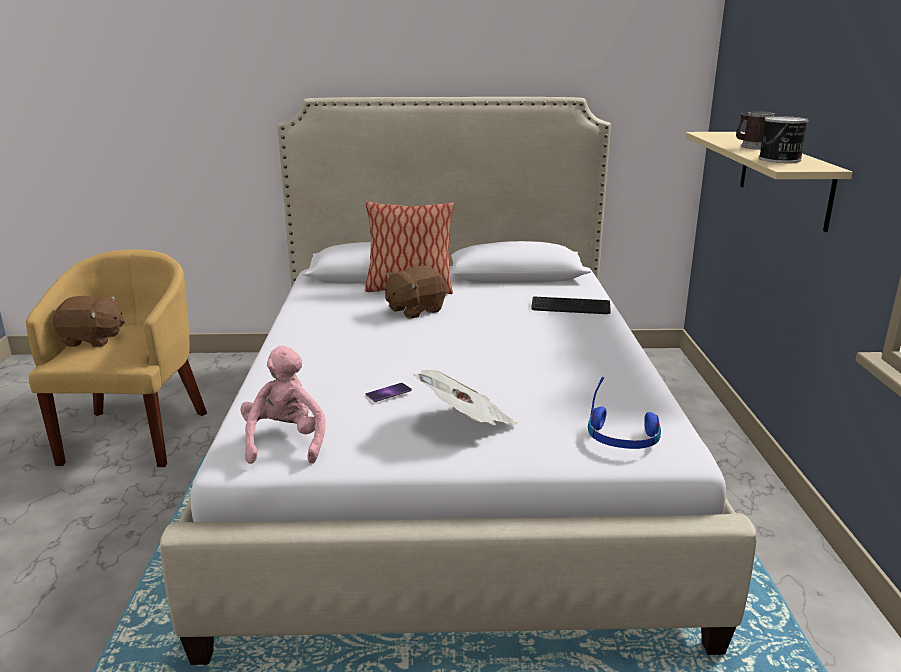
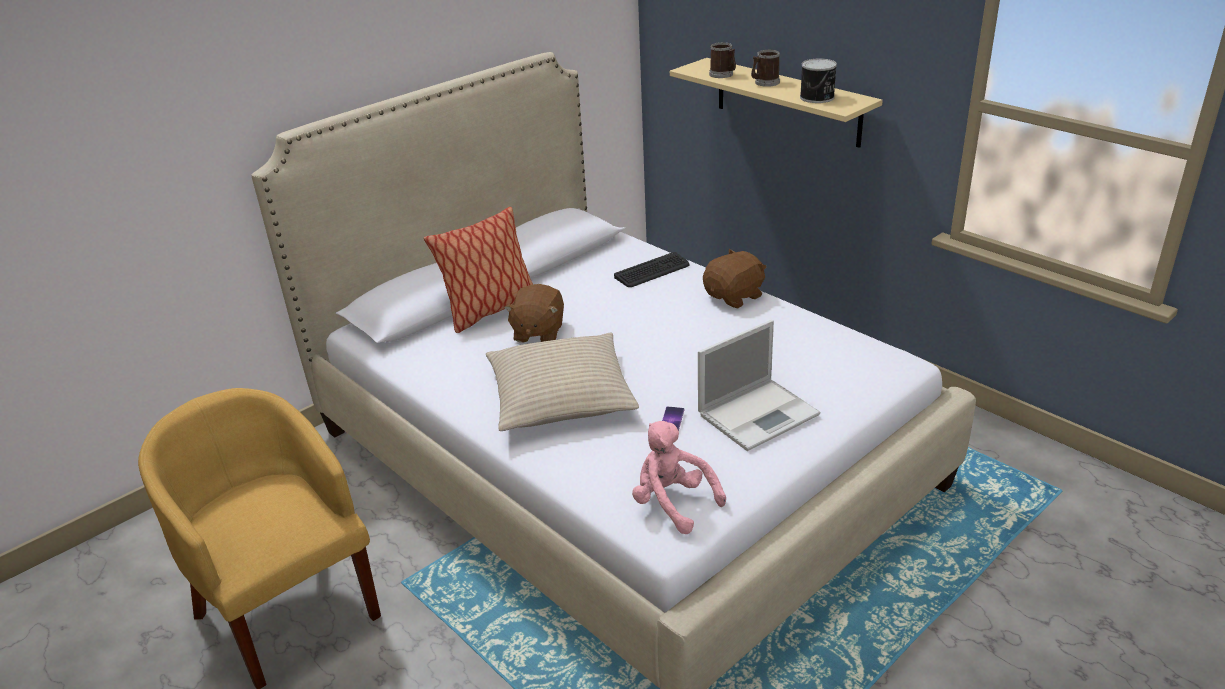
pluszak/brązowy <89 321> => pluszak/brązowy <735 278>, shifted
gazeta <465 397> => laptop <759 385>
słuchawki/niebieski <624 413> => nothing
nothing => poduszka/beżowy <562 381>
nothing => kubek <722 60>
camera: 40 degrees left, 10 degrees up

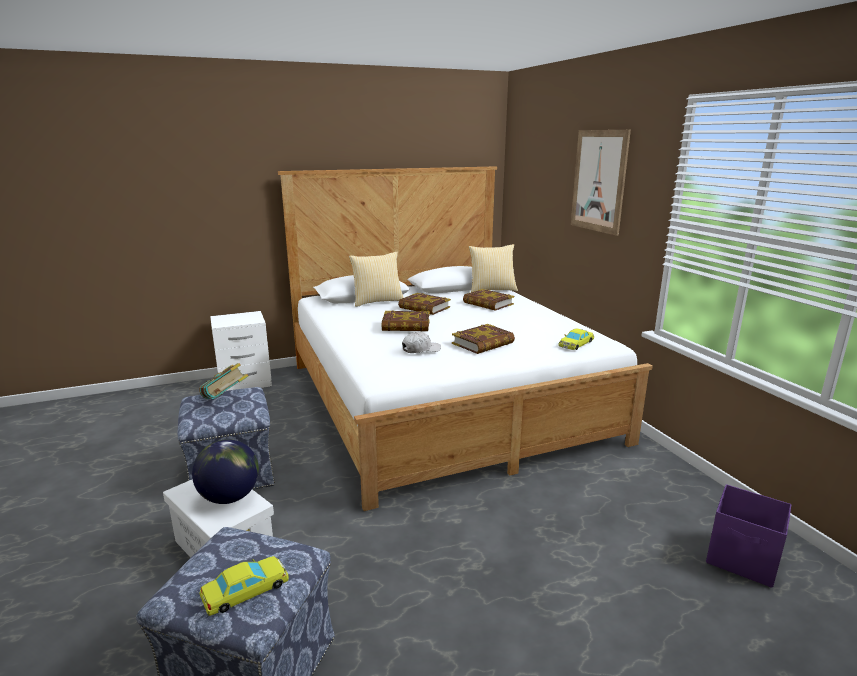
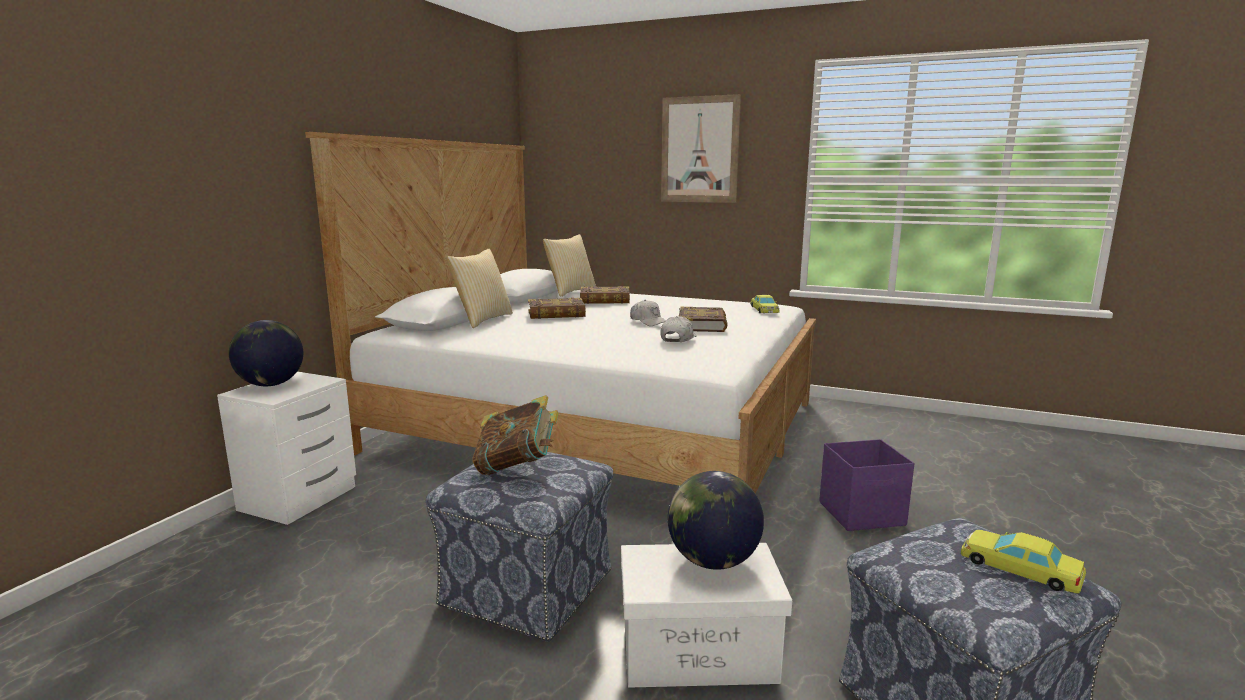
samochodzik/żółty <244 586> => samochodzik/żółty <1023 562>, 60 degrees counterclockwise
książka <406 320> => nothing
pojemnik do przechowywania/fioletowy <749 536> => pojemnik do przechowywania/fioletowy <866 485>, shifted
nothing => globus <266 353>
nothing => czapka z daszkiem/biały <648 313>
camera: 45 degrees left, 5 degrees down

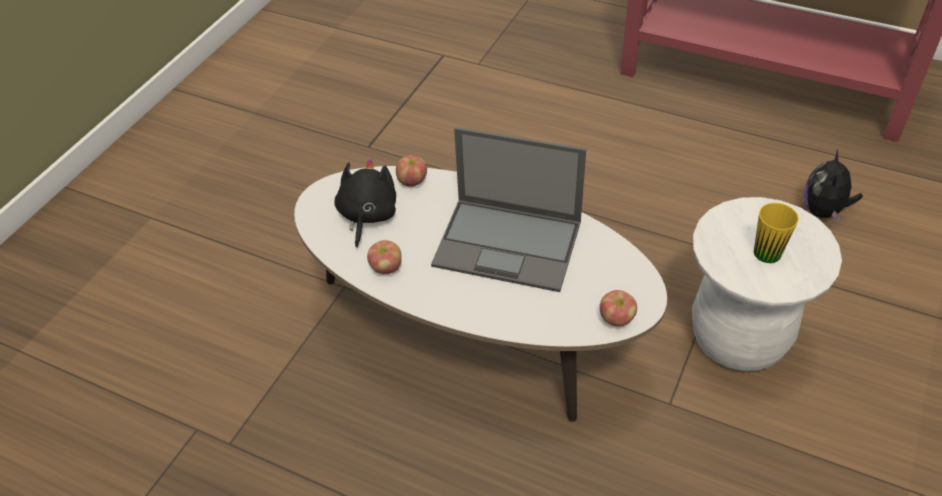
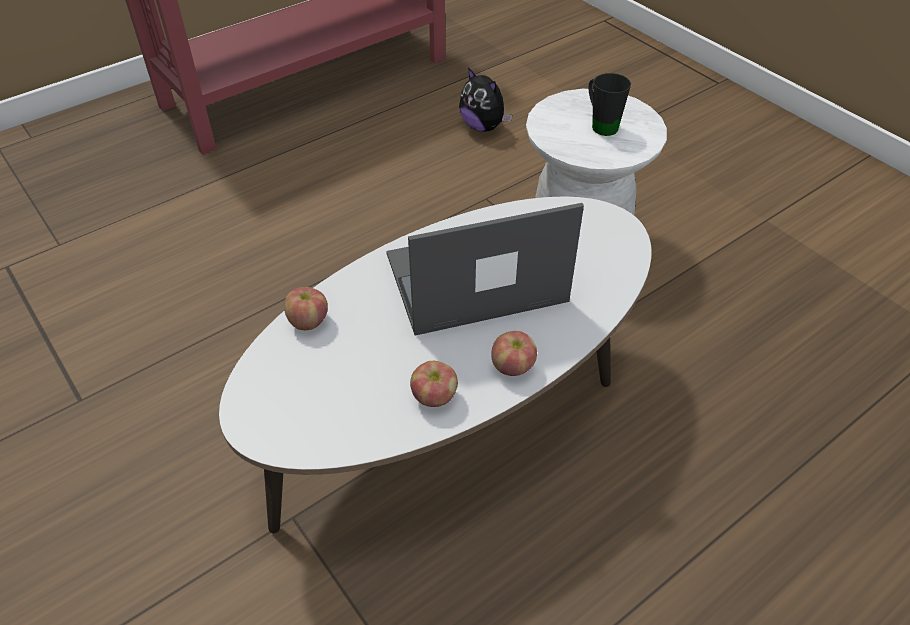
pluszak/czarny <365 203> => nothing
laptop <508 209> => laptop <485 269>, 150 degrees counterclockwise
jabłko <618 308> => jabłko <514 353>, shifted
kubek/żółty <776 233> => kubek/czarny <609 104>
camera: 65 degrees left, 0 degrees up

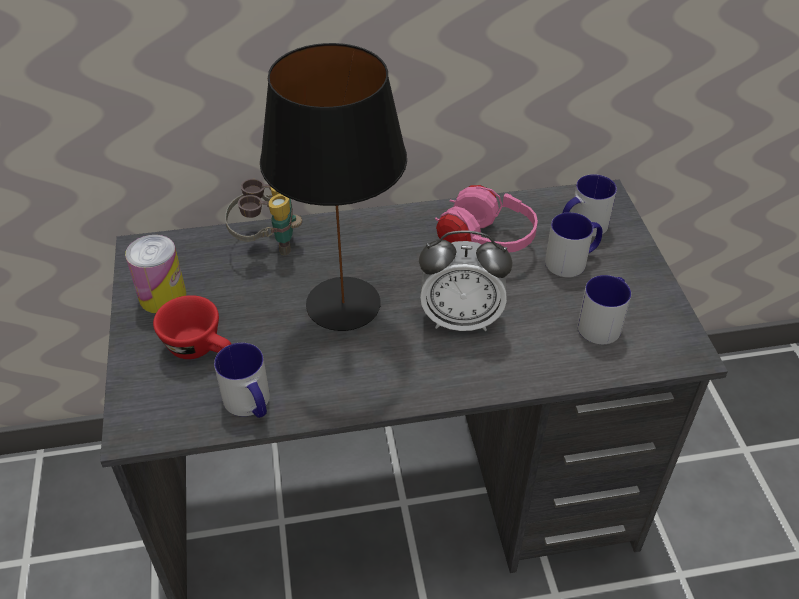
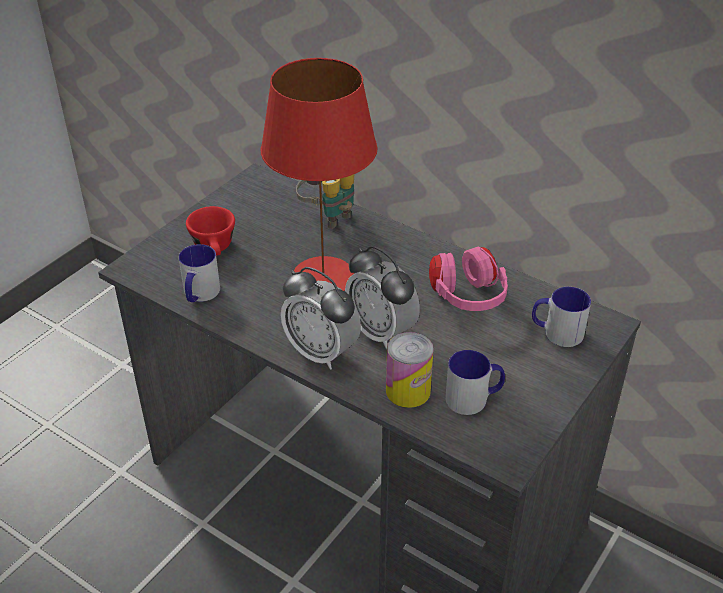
puszka <156 274> => puszka <410 370>, shifted
lampa stołowa/czarny <333 187> => lampa stołowa/czerwony <319 174>
kubek <573 244> => nothing
nothing => budzik <320 318>
camera: 45 degrees right, 5 degrees down

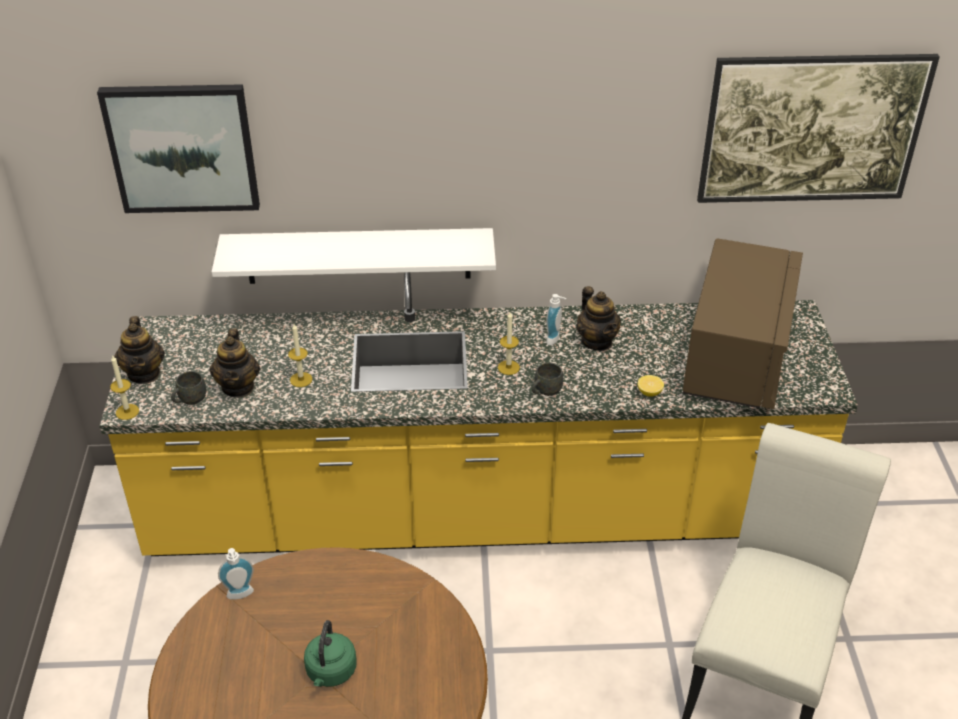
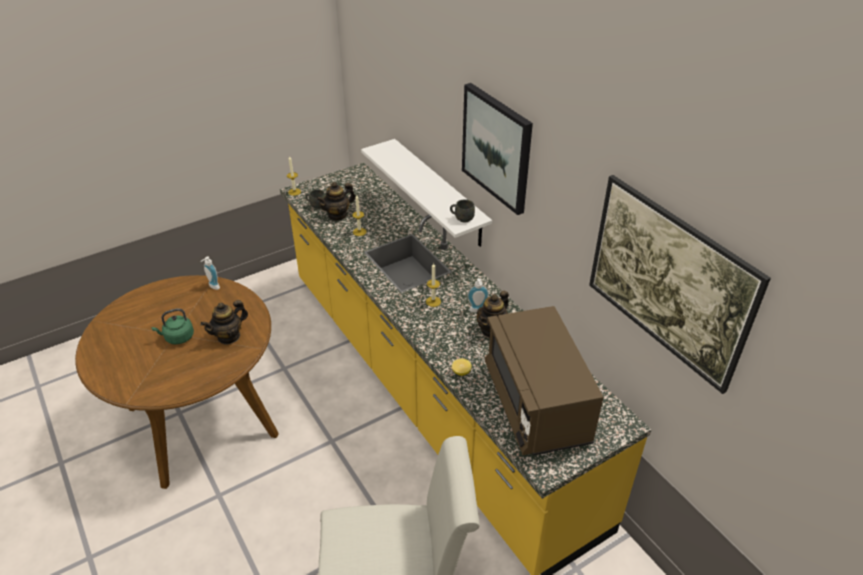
obraz <178 148> => obraz <497 149>, shifted
imbryk <139 350> => imbryk <224 322>, shifted
kubek/szary <547 379> => kubek/szary <462 210>, shifted
mikrofalówka/brązowy <743 323> => mikrofalówka/brązowy <544 380>, 90 degrees clockwise
camera: 60 degrees right, 0 degrees up

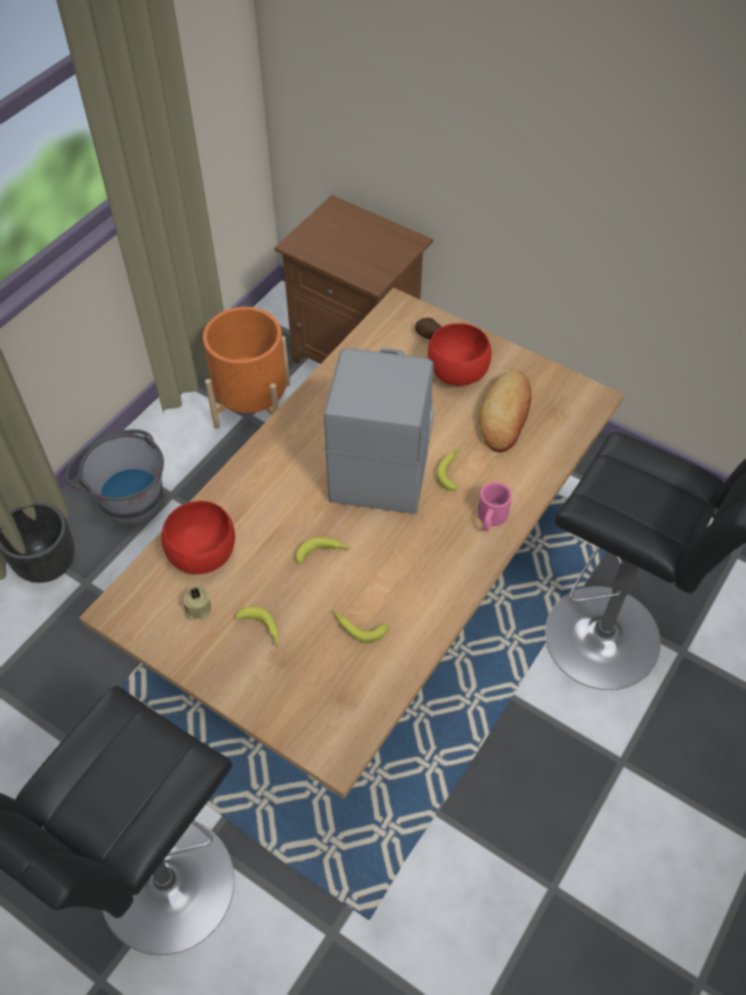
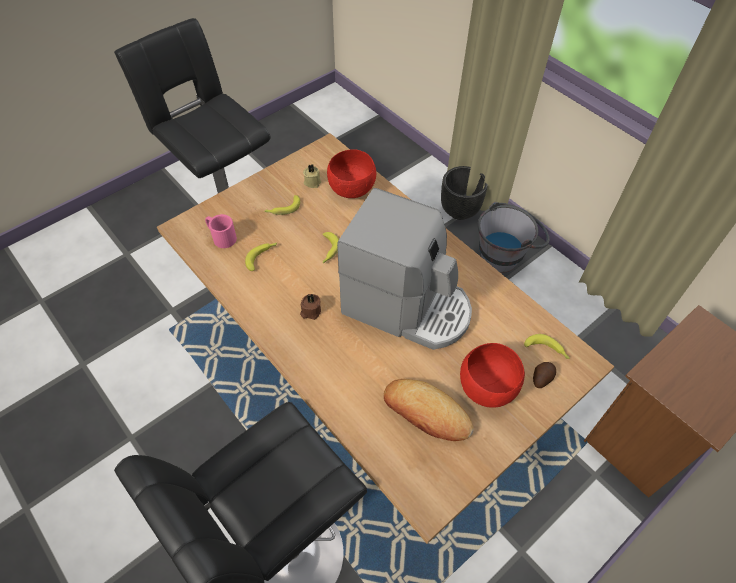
donica/pomarańczowy <246 368> => nothing
banan <448 469> => banan <547 346>, shifted
kubek/różowy <495 506> => kubek/różowy <221 231>, shifted
nothing => świeca/brązowy <310 307>
camera: 105 degrees right, 0 degrees up

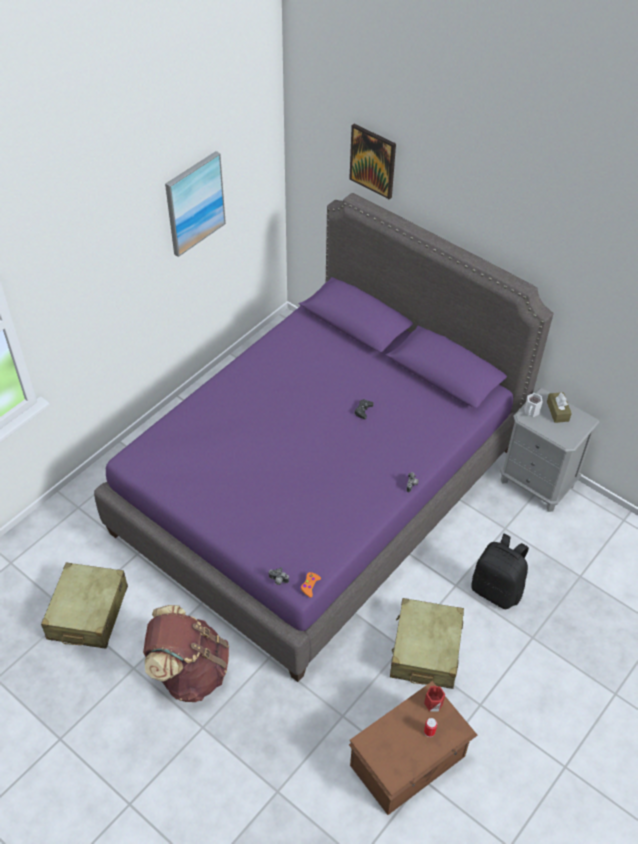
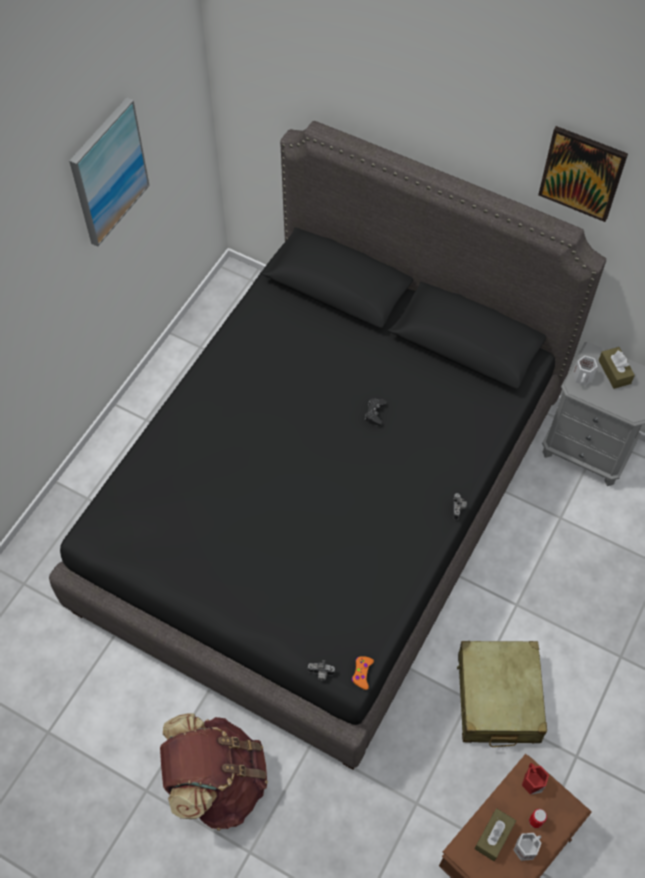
walizka/beżowy <84 605> => nothing
łóżko/fioletowy <324 437> => łóżko/czarny <327 445>
obraz <372 162> => obraz <583 174>, shifted
plecak/czarny <500 571> => nothing
nothing => pudełko chusteczek/brązowy <495 834>
nothing => kubek/biały <527 847>
camera: 10 degrees left, 10 degrees up

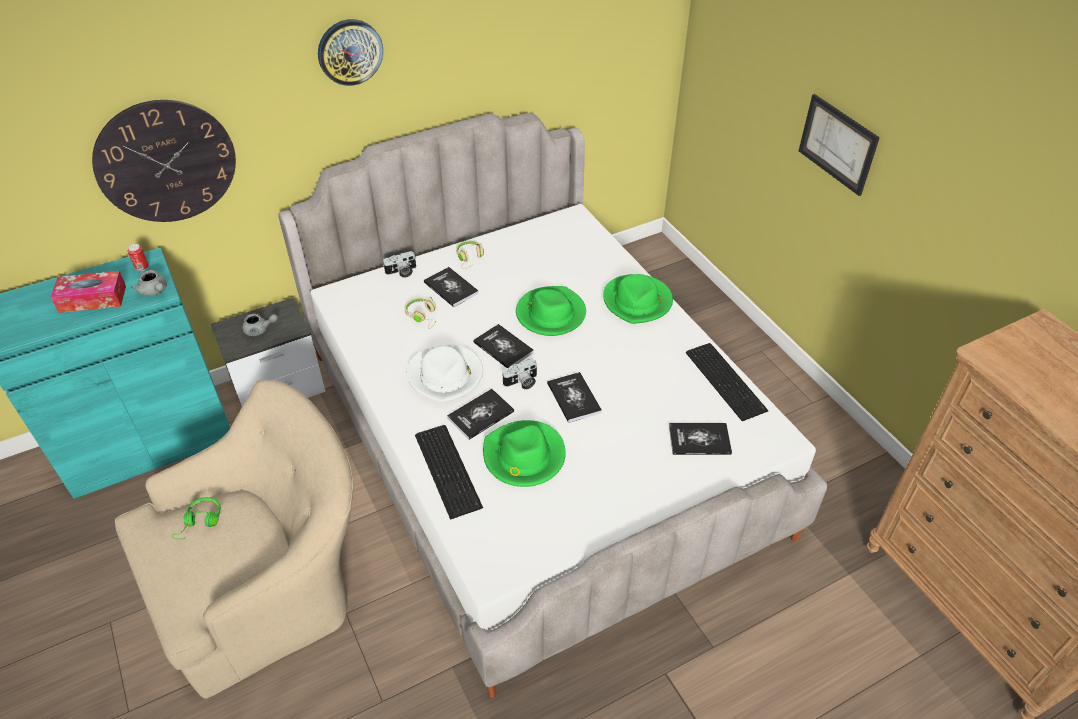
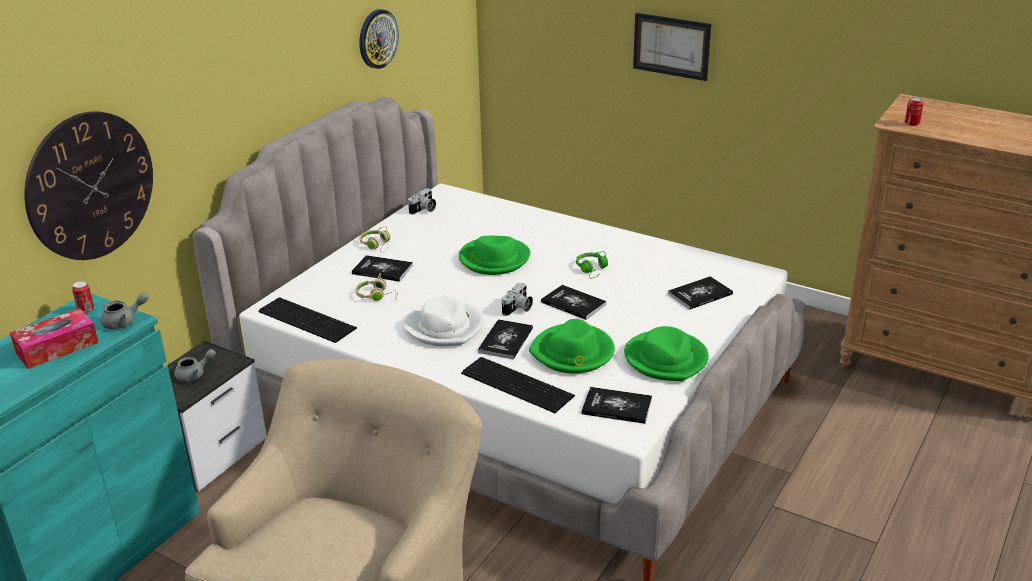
imbryk/szary <149 283> => imbryk/szary <124 311>, 45 degrees counterclockwise
słuchawki/zielony <196 518> => słuchawki/zielony <592 264>, shifted
zegar ścienny <350 52> => zegar ścienny <379 39>, shifted
aparat fotograficzny <399 264> => aparat fotograficzny <422 201>, shifted
książka <503 346> => książka <617 405>, shifted
kapelusz/zielony <638 299> => kapelusz/zielony <666 353>, shifted
klawiatura <727 382> => klawiatura <307 320>, shifted
nothing => puszka <914 111>
camera: 30 degrees left, 15 degrees down

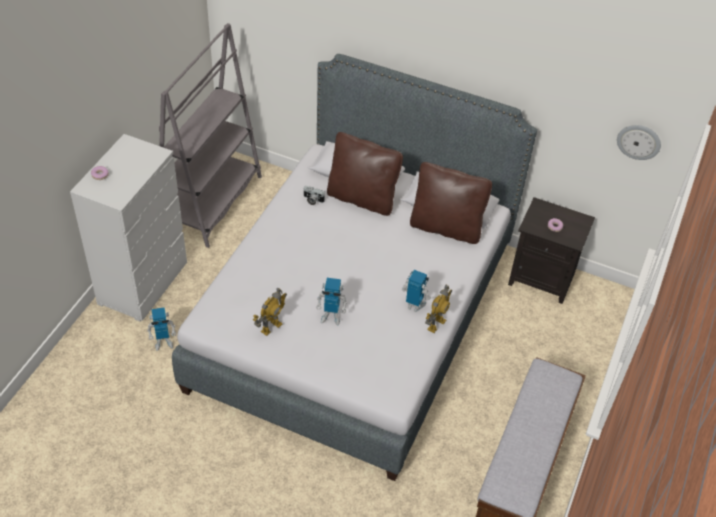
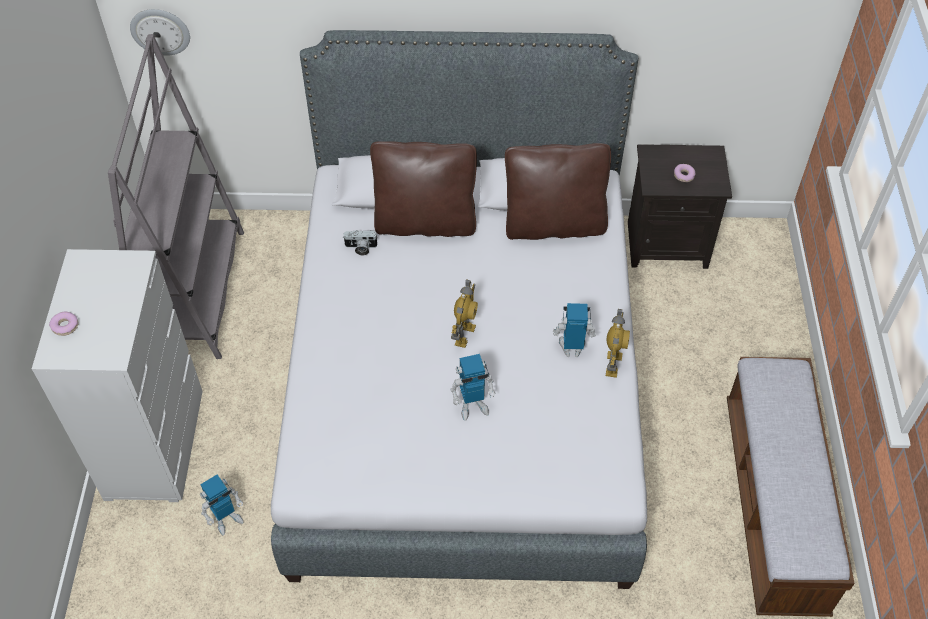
robot zabawkowy <270 311> => robot zabawkowy <464 313>, shifted
zegar ścienny <639 142> => zegar ścienny <160 32>, shifted
camera: 20 degrees left, 5 degrees up

